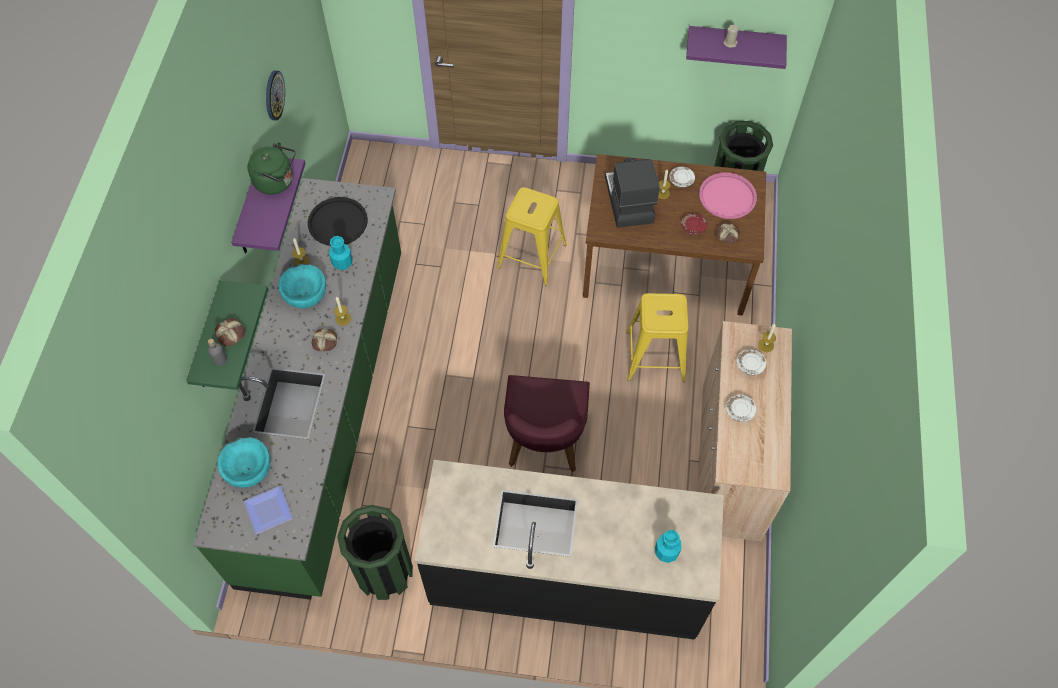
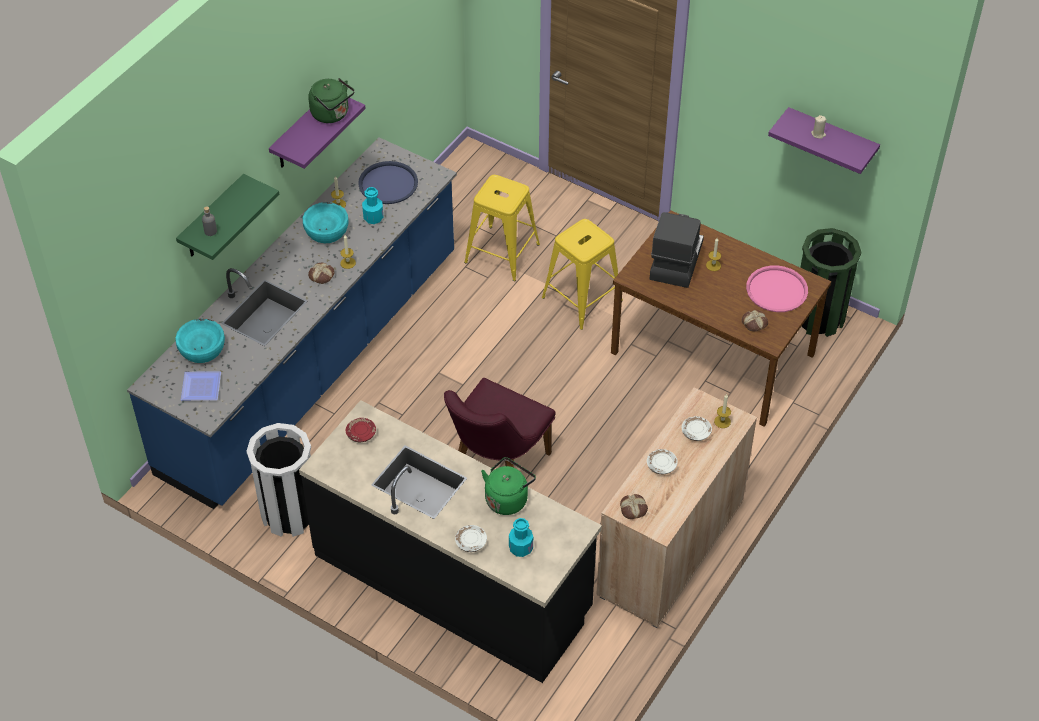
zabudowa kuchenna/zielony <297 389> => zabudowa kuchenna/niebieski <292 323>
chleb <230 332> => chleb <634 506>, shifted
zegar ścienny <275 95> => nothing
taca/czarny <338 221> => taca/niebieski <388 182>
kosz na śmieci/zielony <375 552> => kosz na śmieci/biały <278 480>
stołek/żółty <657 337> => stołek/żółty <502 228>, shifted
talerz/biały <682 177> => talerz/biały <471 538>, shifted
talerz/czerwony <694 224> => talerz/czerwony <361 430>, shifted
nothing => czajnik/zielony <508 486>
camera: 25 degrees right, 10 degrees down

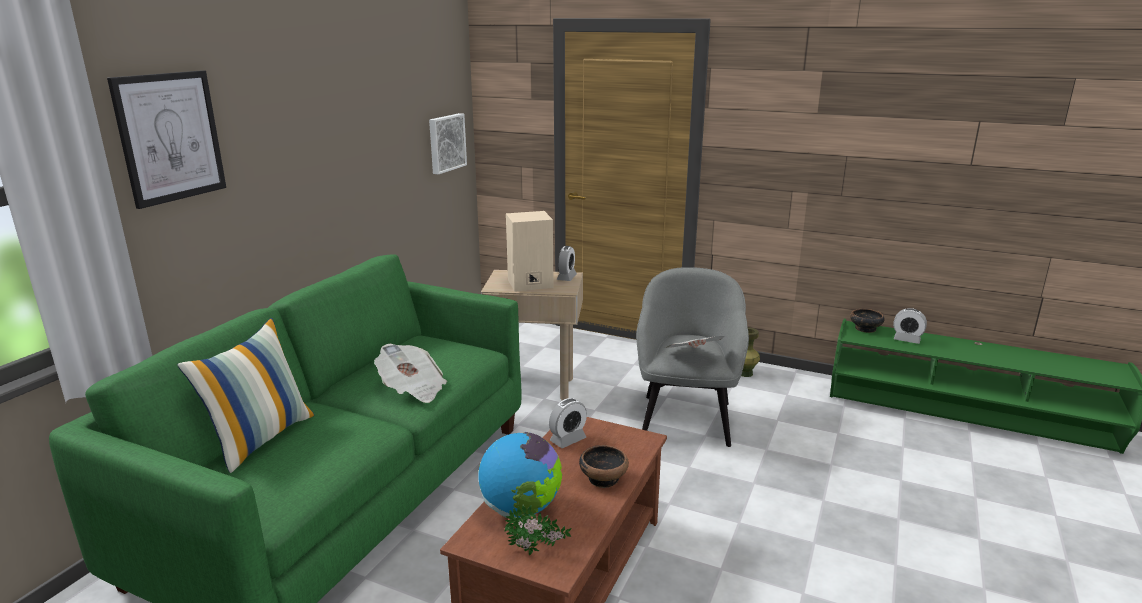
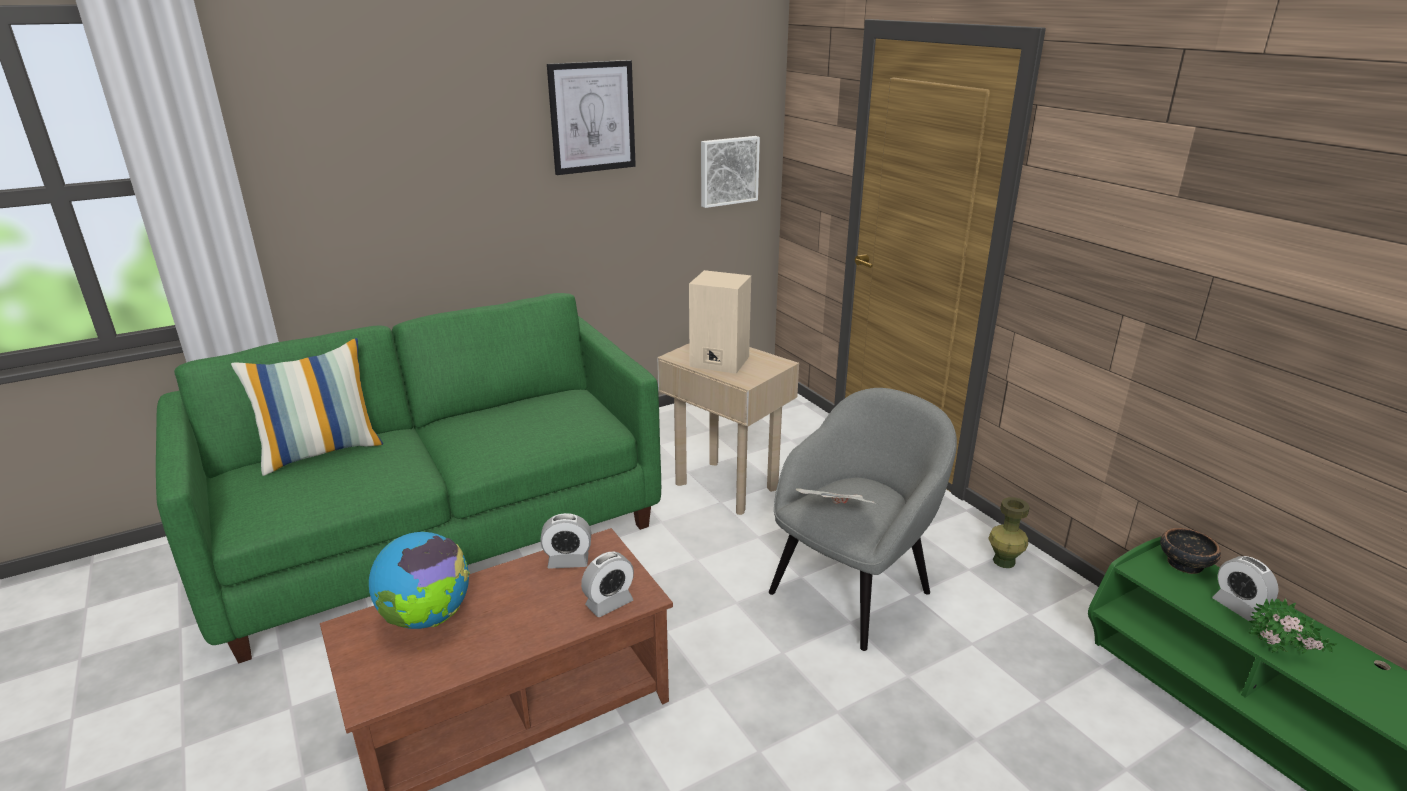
obraz <166 139> => obraz <591 117>, shifted
gazeta <410 373> => nothing
roślina doniczkowa <538 530> => roślina doniczkowa <1292 626>, shifted
budzik <567 263> => budzik <607 584>, shifted
miska <604 466> => nothing
camera: 35 degrees right, 5 degrees up

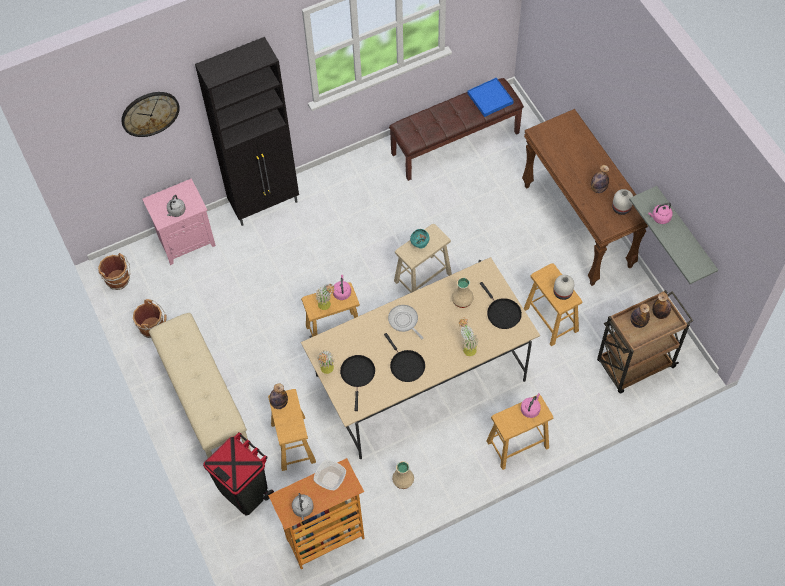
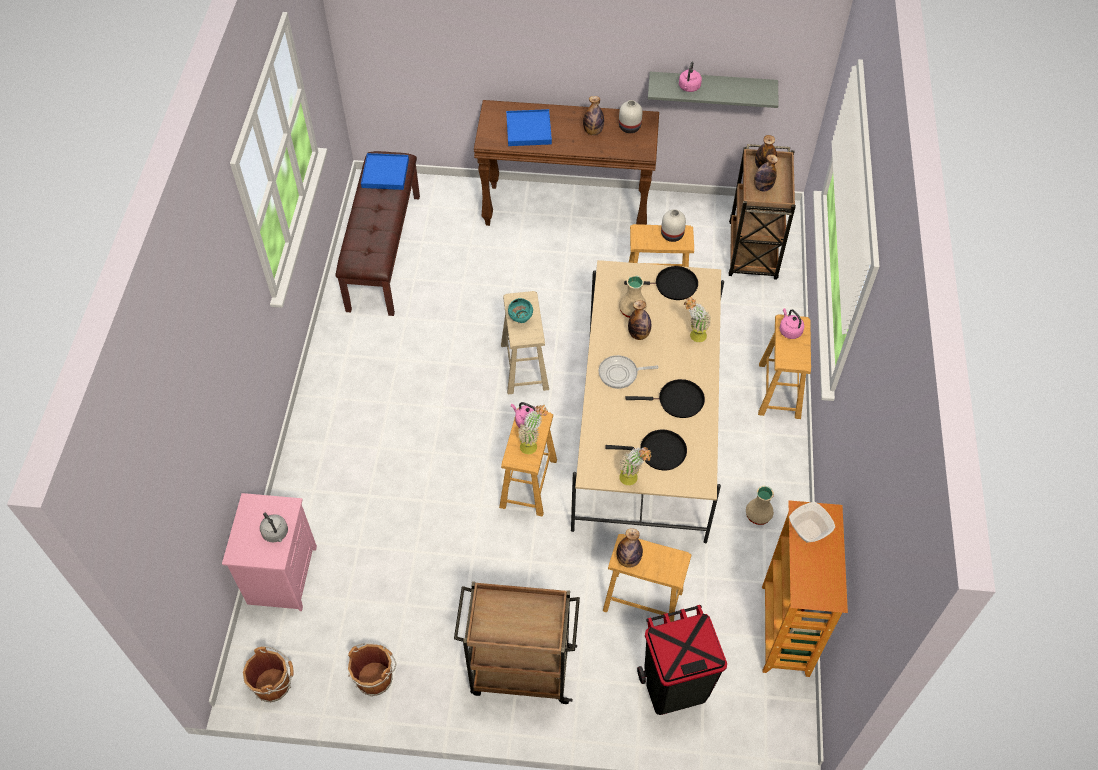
zegar ścienny <150 114> => nothing
ławka/beżowy <200 385> => wózek/brązowy <517 642>
szafka/czarny <247 131> => nothing
czajnik/szary <303 506> => nothing
patelnia/czarny <357 383> => patelnia/czarny <646 450>, 150 degrees clockwise
nothing => taca/niebieski <529 127>
nothing => butelka <639 320>
camera: 60 degrees left, 5 degrees down

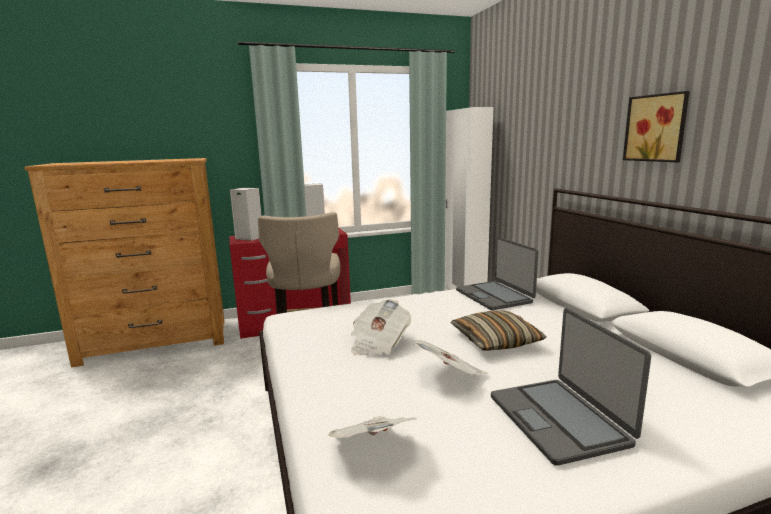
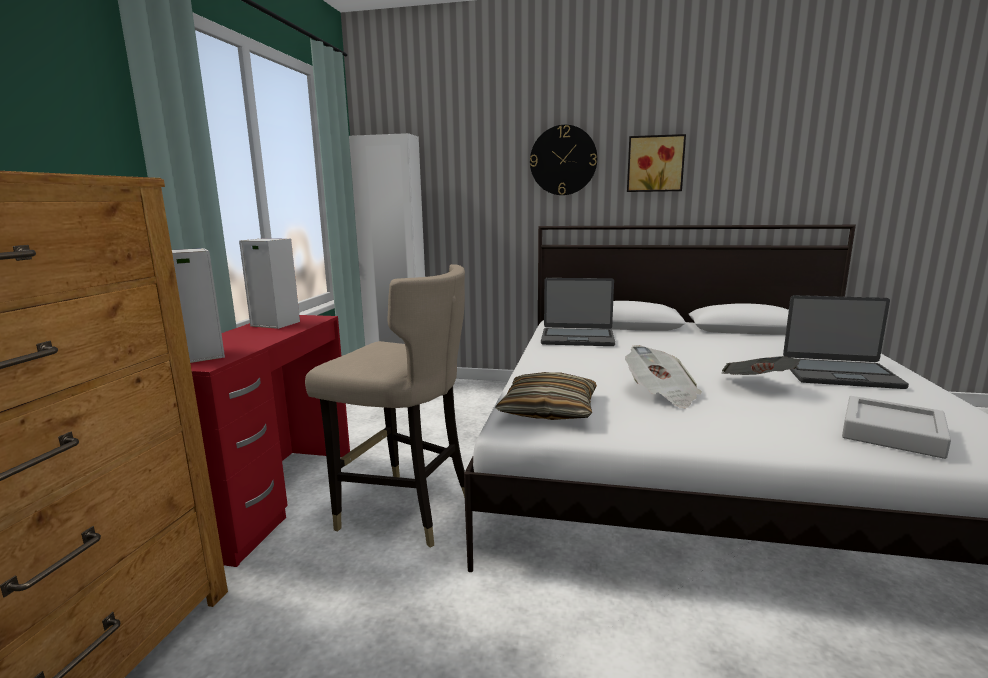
gazeta <372 427> => taca/szary <896 427>
poduszka <499 330> => poduszka <546 396>, shifted
nothing => zegar ścienny <563 160>
camera: 60 degrees left, 0 degrees up

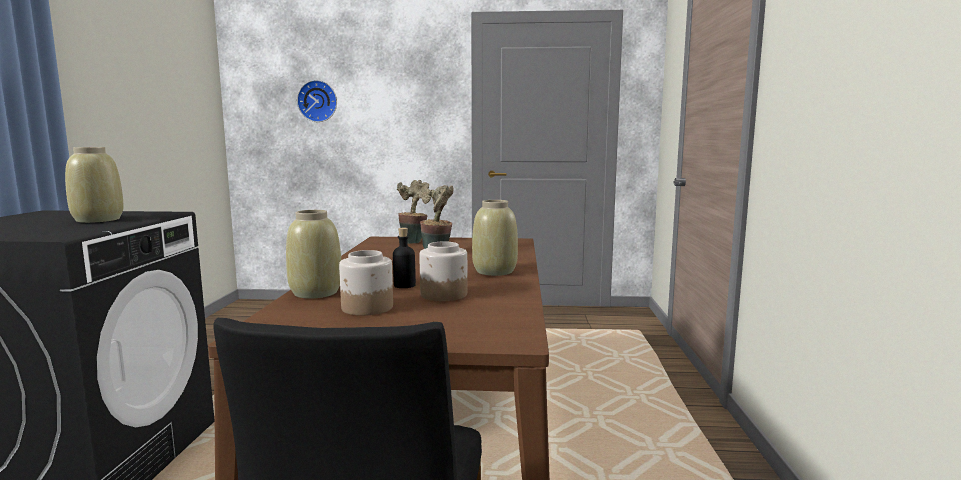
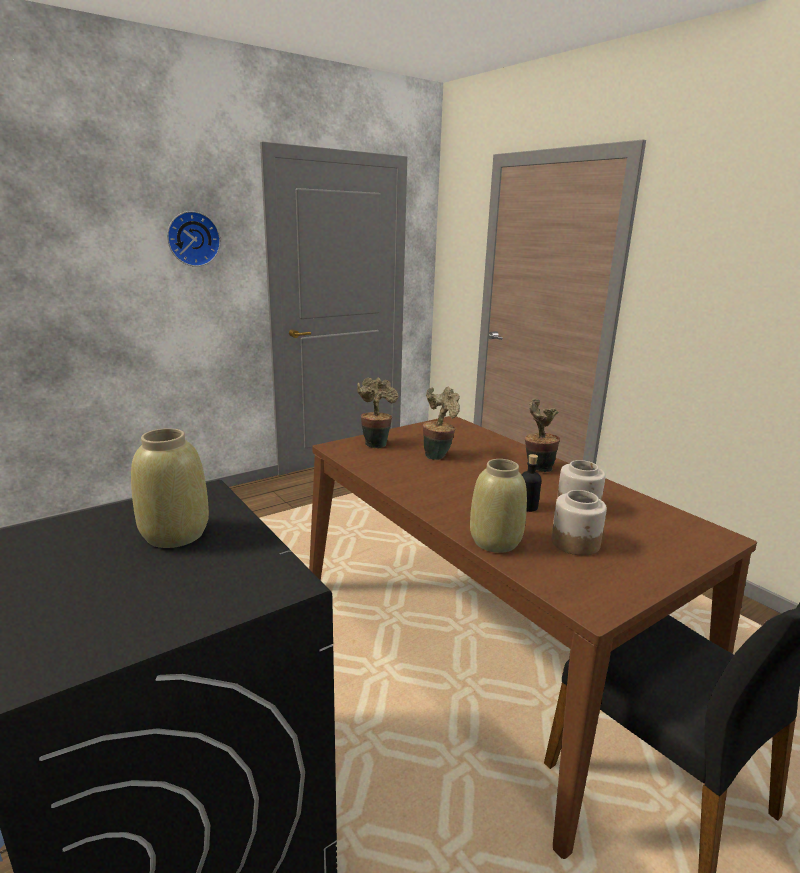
zegar ścienny <317 101> => zegar ścienny <194 239>, shifted
wazon/beżowy <495 238> => roślina doniczkowa <542 435>
camera: 40 degrees left, 10 degrees up

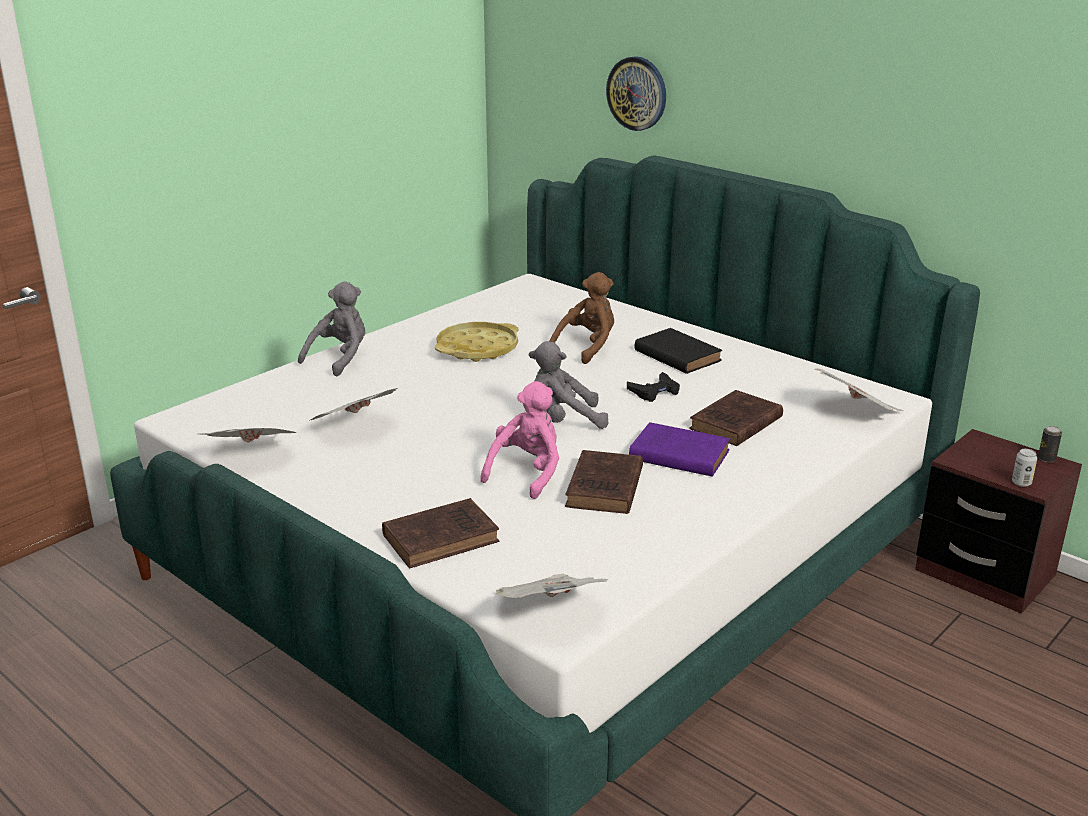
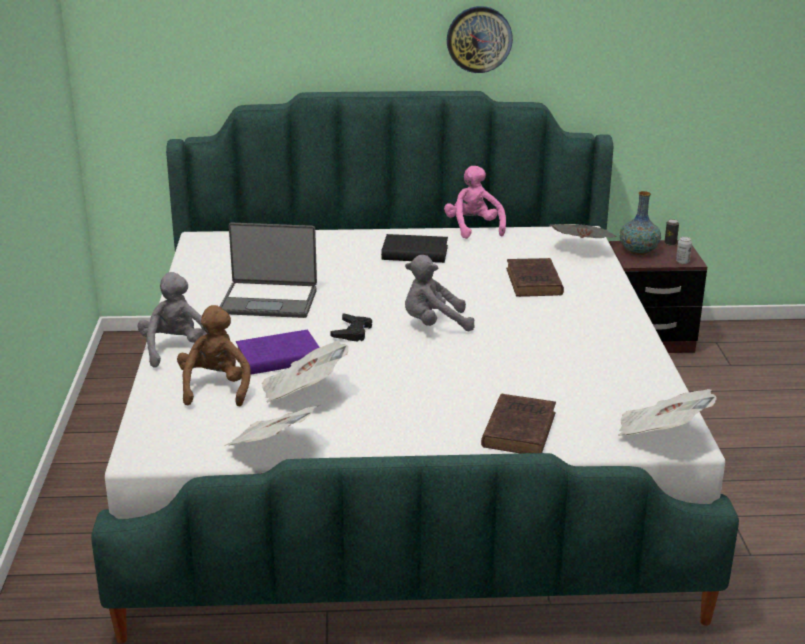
taca/żółty <477 342> => laptop <268 270>
pluszak/różowy <519 440> => pluszak/różowy <475 202>, shifted
pluszak/szary <569 385> => pluszak/szary <440 293>, 45 degrees clockwise
pluszak/brązowy <581 318> => pluszak/brązowy <214 355>, shifted
książka/brązowy <604 482> => nothing
zegar ścienny <636 93> => zegar ścienny <480 39>, shifted
pad do gier/czarny <653 387> => pad do gier/czarny <351 327>, shifted
książka/fioletowy <679 449> => książka/fioletowy <278 352>, shifted
nothing => wazon <640 223>
camera: 45 degrees left, 0 degrees up

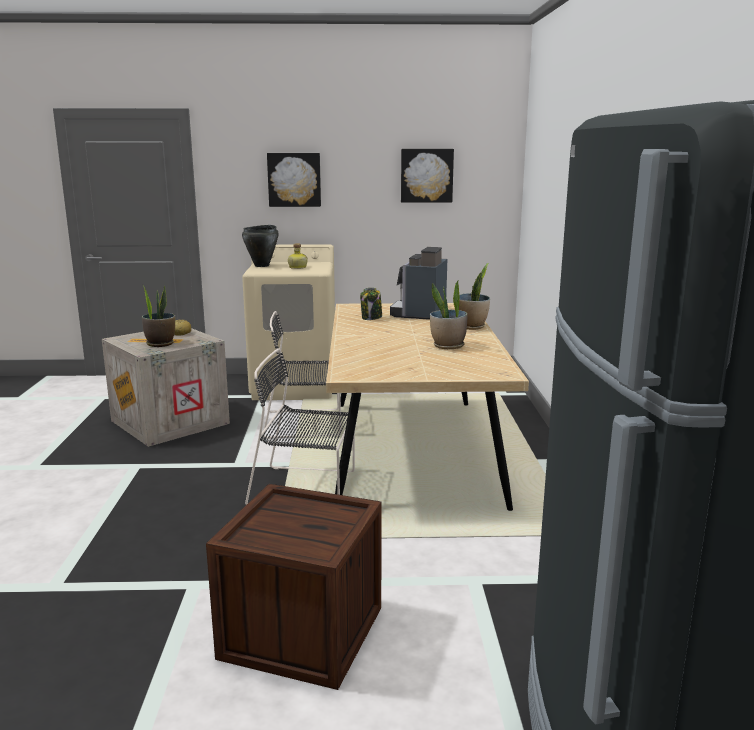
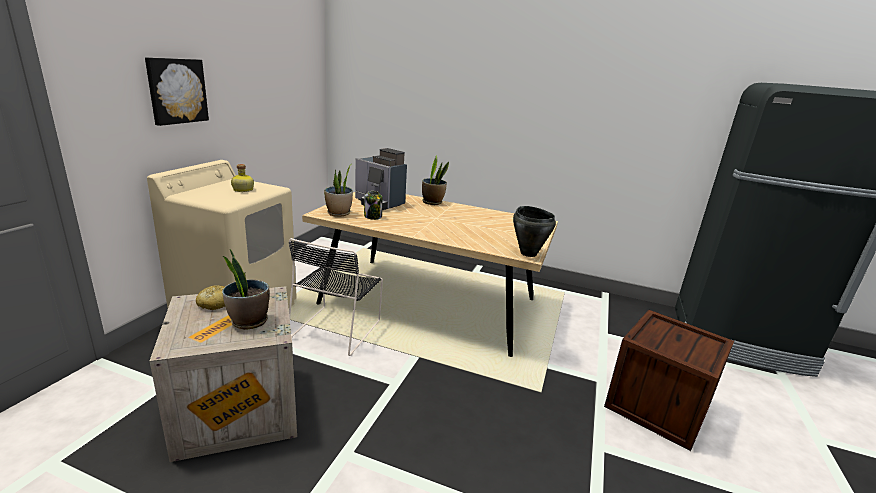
garnek/czarny <260 246> => garnek/czarny <534 231>, shifted
krzesło/czarny <300 426> => nothing
obraz <427 176> => nothing
roślina doniczkowa <448 315> => roślina doniczkowa <338 191>, shifted
camera: 70 degrees left, 5 degrees up

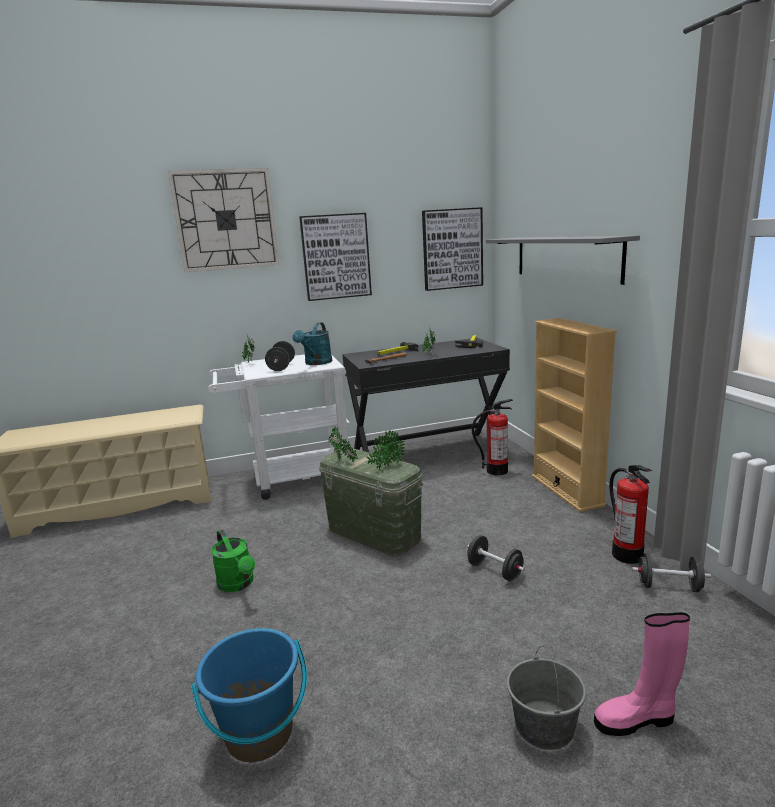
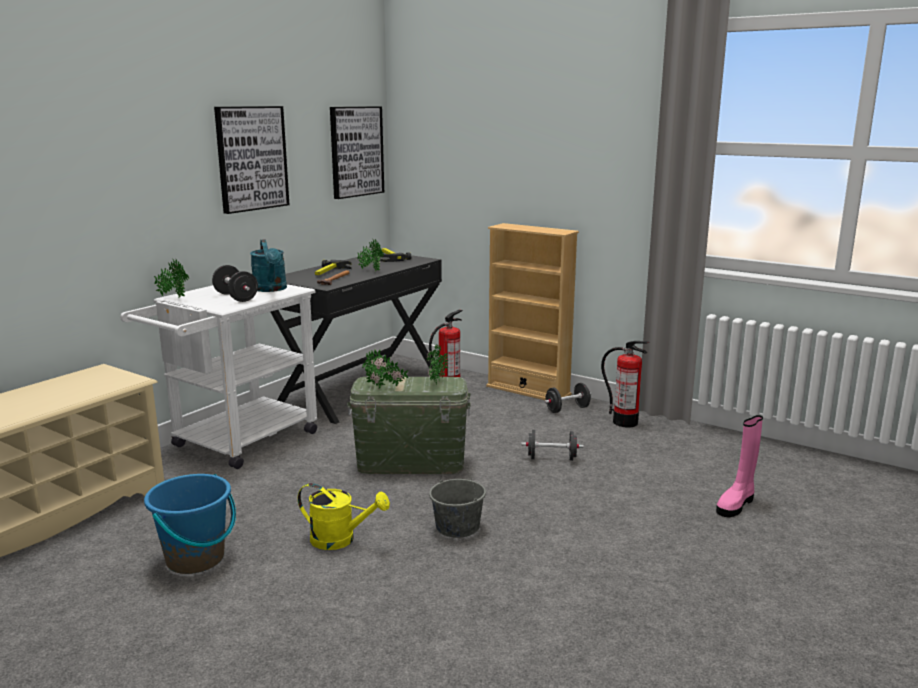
zegar ścienny <223 220> => nothing
wiadro/niebieski <249 695> => wiadro/niebieski <190 524>, shifted
konewka/zielony <233 560> => konewka/żółty <344 516>
półka/szary <563 260> => nothing
wiadro/szary <546 697> => wiadro/szary <457 500>, shifted
hantel/czarny <671 572> => hantel/czarny <567 398>, shifted
camera: 40 degrees left, 0 degrees up

